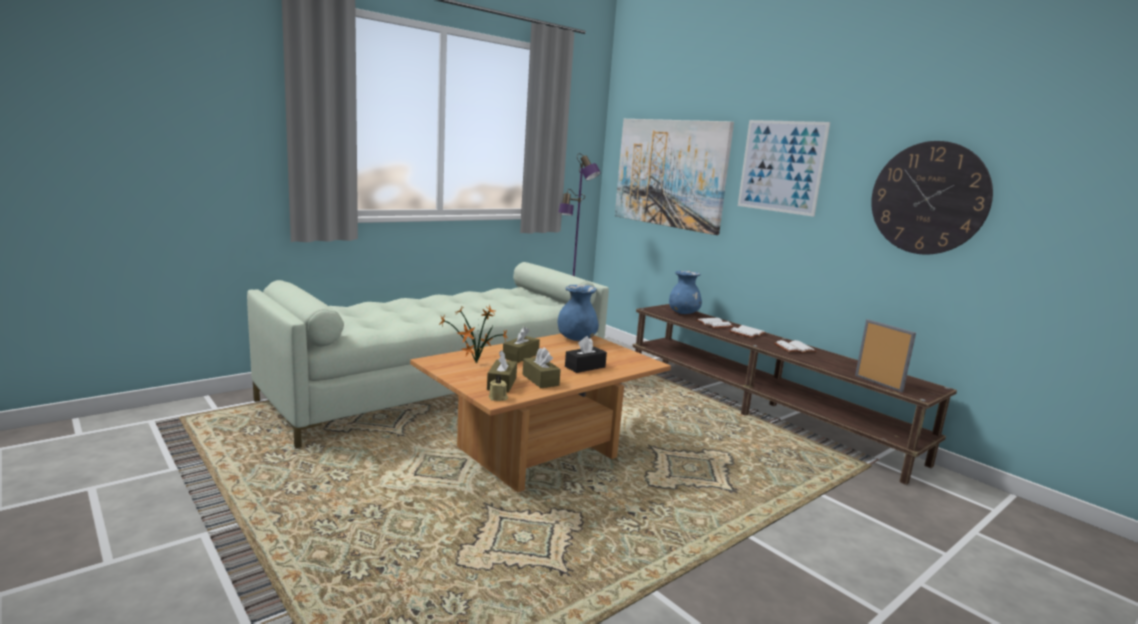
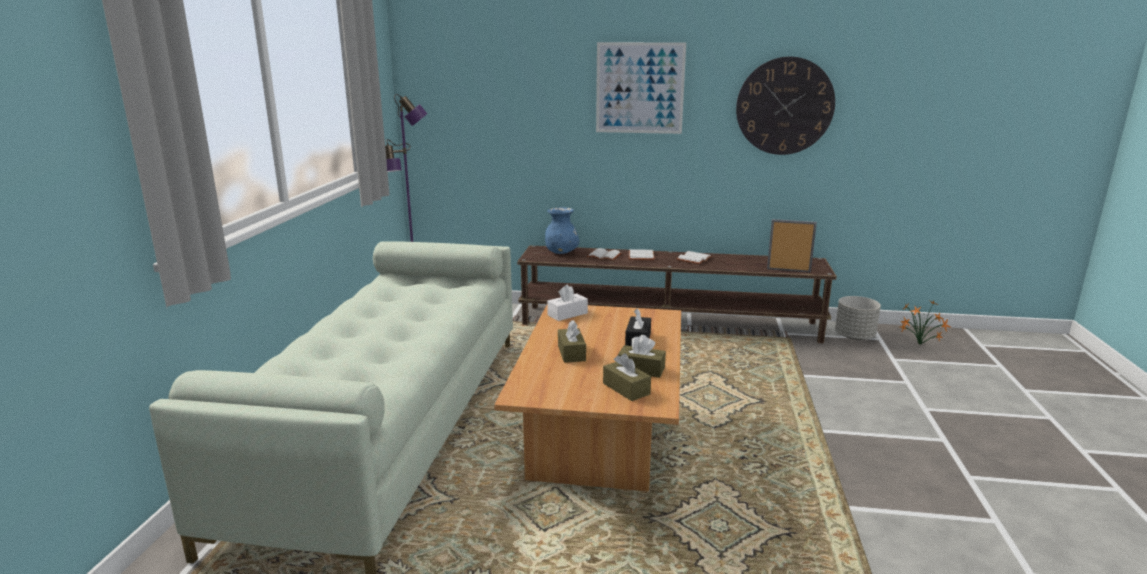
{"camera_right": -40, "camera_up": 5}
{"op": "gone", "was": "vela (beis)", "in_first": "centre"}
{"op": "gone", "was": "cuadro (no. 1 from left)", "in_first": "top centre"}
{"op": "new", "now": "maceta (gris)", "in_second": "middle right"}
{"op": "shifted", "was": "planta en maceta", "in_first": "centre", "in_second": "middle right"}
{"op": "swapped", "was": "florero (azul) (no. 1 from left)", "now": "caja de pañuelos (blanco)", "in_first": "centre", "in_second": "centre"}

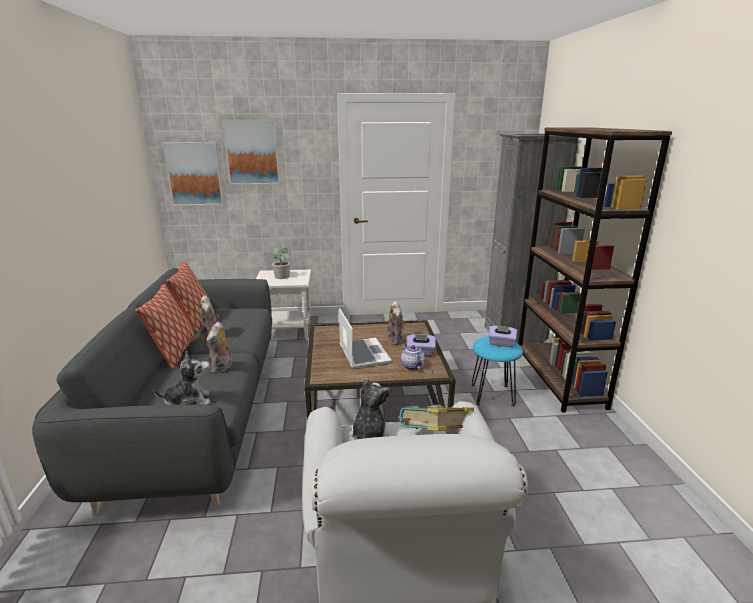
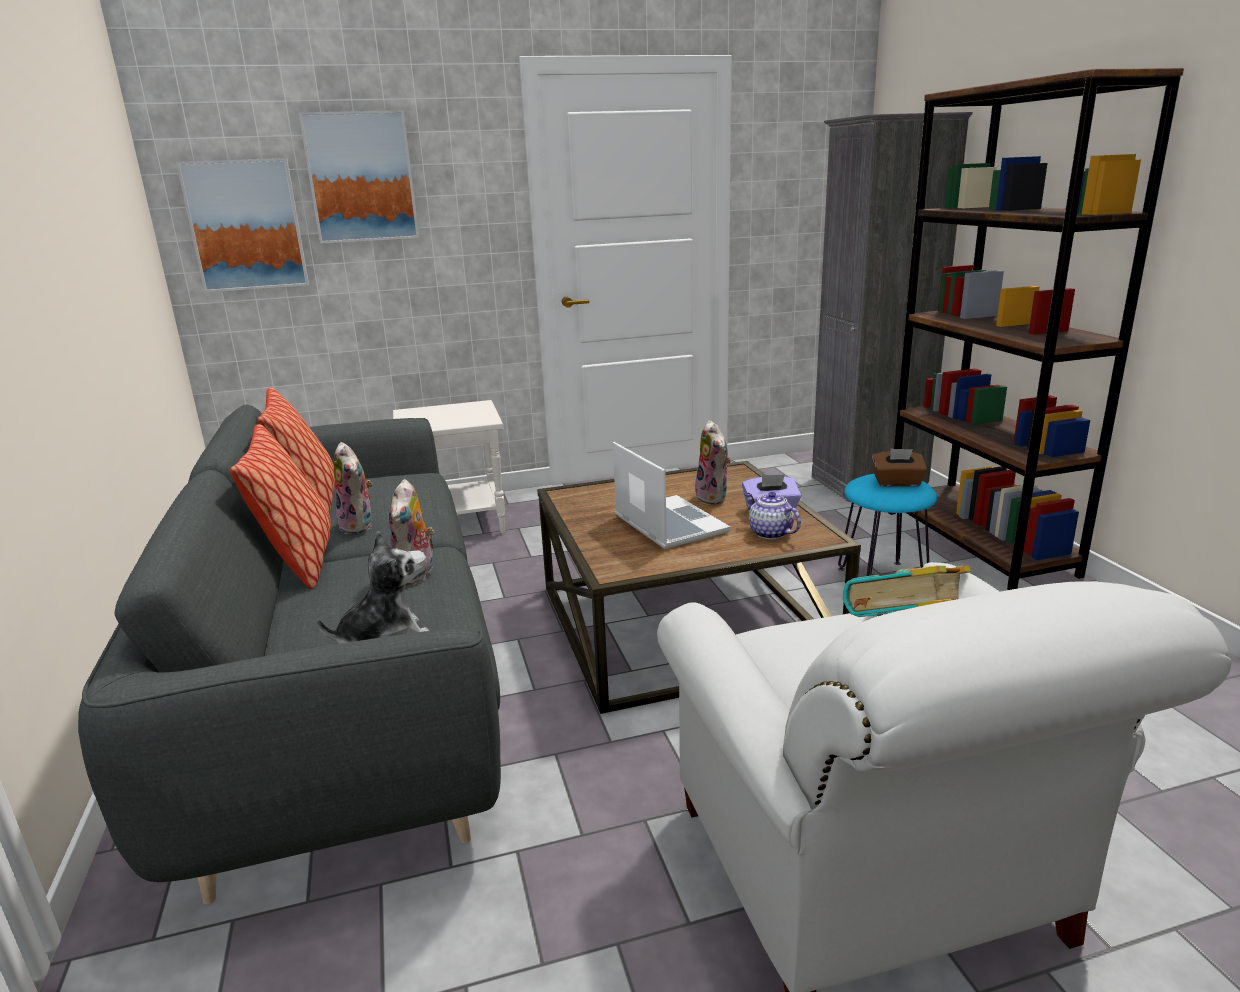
{"camera_right": -10, "camera_up": 0}
{"op": "gone", "was": "planta en maceta", "in_first": "centre"}
{"op": "gone", "was": "peluche (no. 4 from left)", "in_first": "bottom centre"}
{"op": "repainted", "was": "caja de pañuelos (morado) (no. 2 from left)", "now": "caja de pañuelos (marrón)", "in_first": "middle right", "in_second": "middle right"}

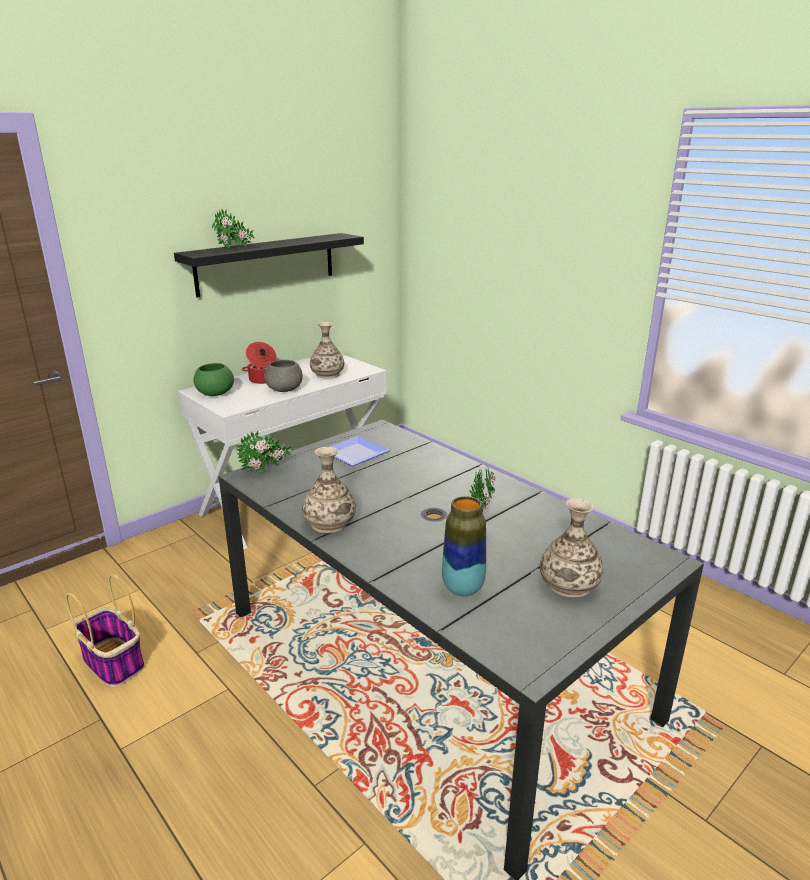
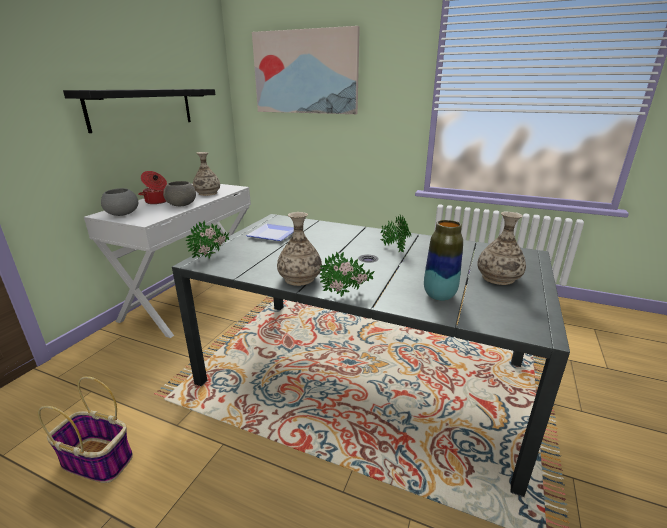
{"camera_right": -25, "camera_up": 0}
{"op": "new", "now": "cuadro", "in_second": "top centre"}
{"op": "shifted", "was": "planta en maceta (no. 1 from left in the first image)", "now": "planta en maceta (no. 2 from left)", "in_first": "top left", "in_second": "centre"}
{"op": "repainted", "was": "cuenco (verde)", "now": "cuenco (gris) (no. 1 from left)", "in_first": "middle left", "in_second": "middle left"}

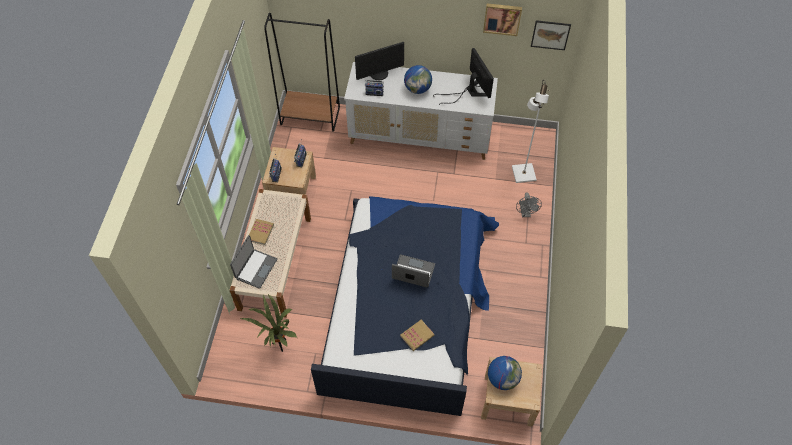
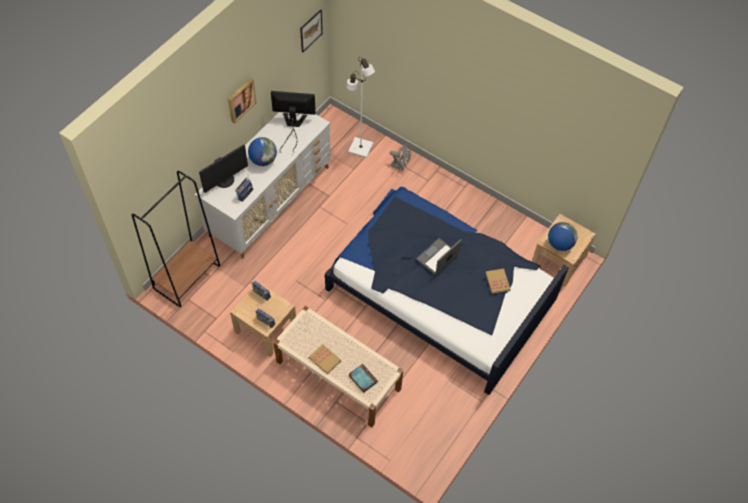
{"camera_right": -65, "camera_up": 0}
{"op": "gone", "was": "planta en maceta", "in_first": "bottom centre"}
{"op": "shifted", "was": "cuadro (no. 1 from left)", "in_first": "top centre", "in_second": "top left"}
{"op": "swapped", "was": "portátil (no. 1 from left)", "now": "libro (no. 2 from left)", "in_first": "middle left", "in_second": "bottom centre"}
{"op": "rotated", "was": "monitor (no. 1 from left)", "in_first": "top centre", "in_second": "middle left", "clockwise": 45}

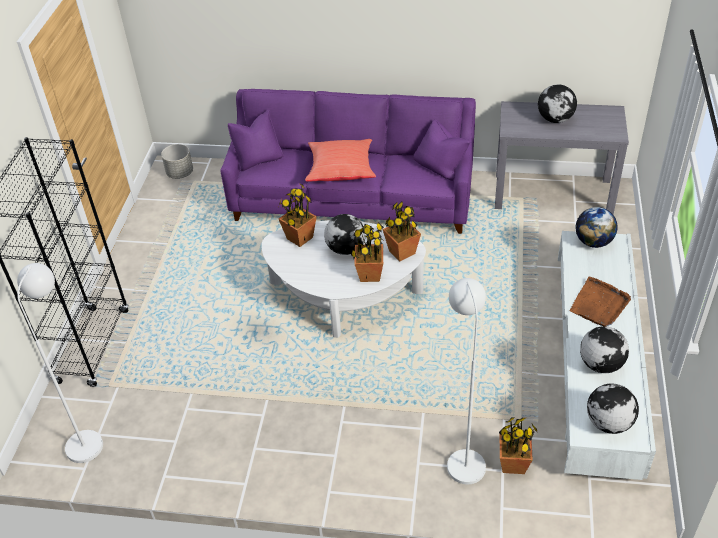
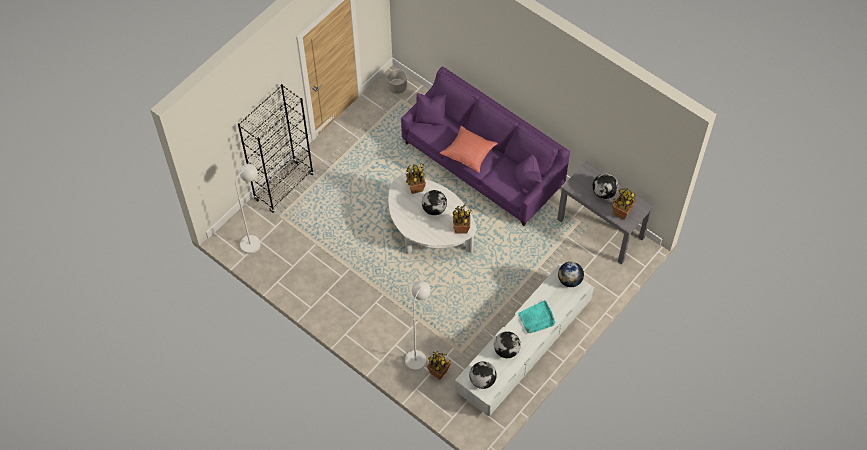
{"camera_right": 30, "camera_up": 15}
{"op": "shifted", "was": "planta en maceta (no. 2 from left in the first image)", "now": "planta en maceta (no. 4 from left)", "in_first": "centre", "in_second": "middle right"}
{"op": "repainted", "was": "bandeja (marrón)", "now": "bandeja (turquesa)", "in_first": "middle right", "in_second": "bottom centre"}

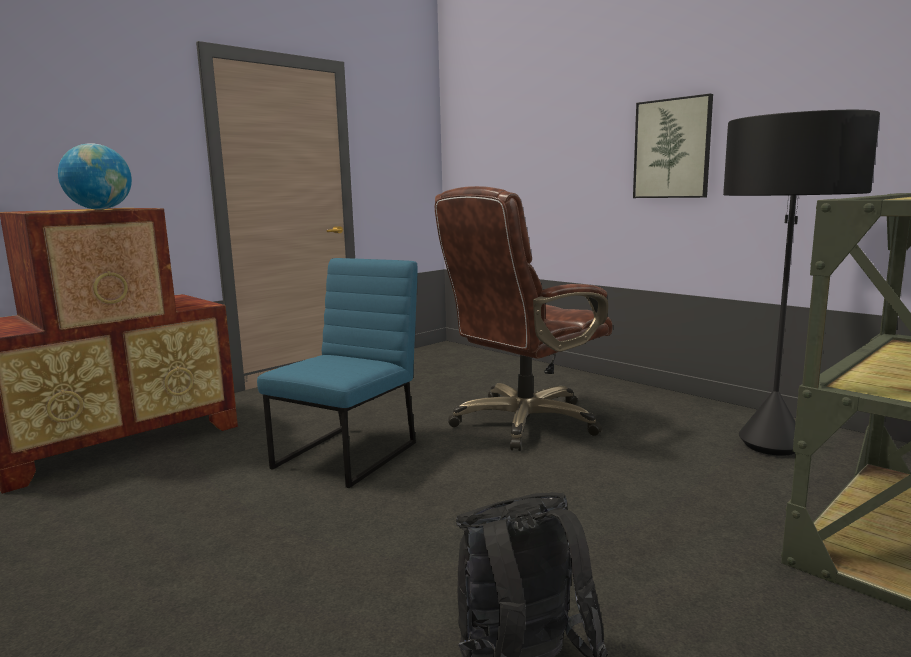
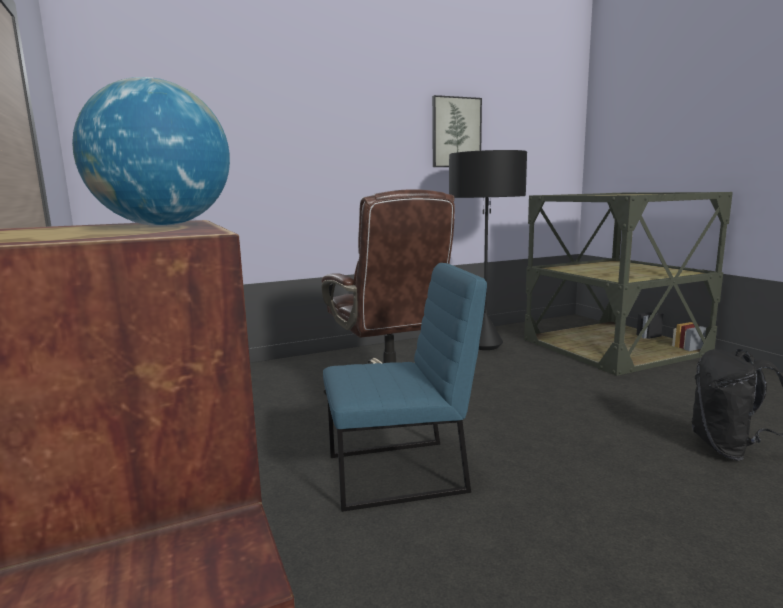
{"camera_right": -70, "camera_up": 0}
{"op": "shifted", "was": "cuadro", "in_first": "top right", "in_second": "top centre"}
{"op": "rotated", "was": "silla (azul)", "in_first": "centre", "in_second": "centre", "clockwise": 120}

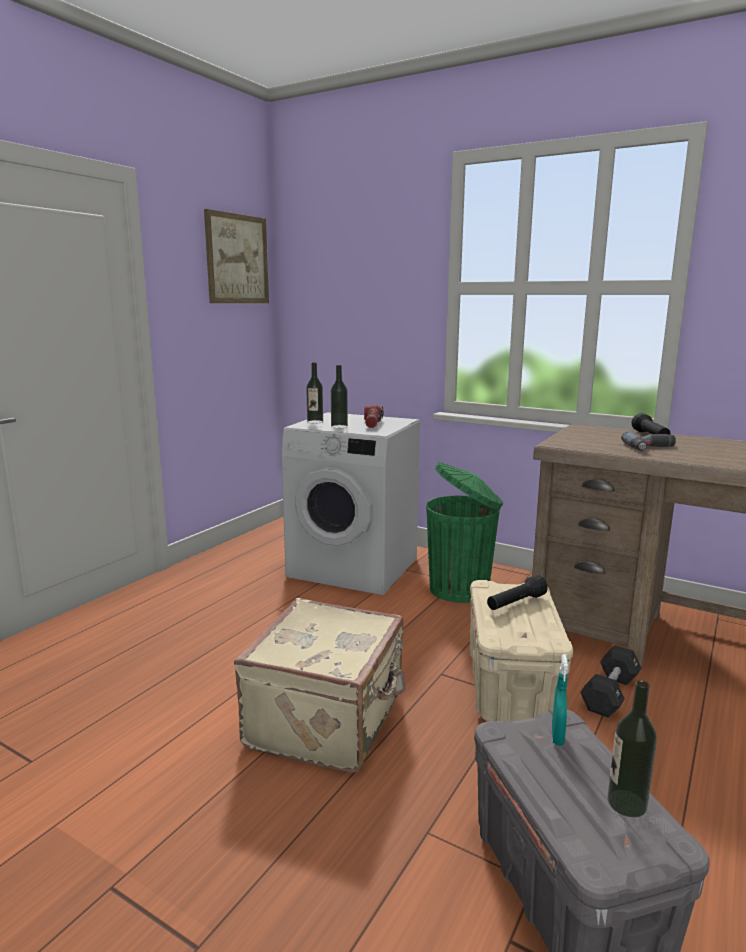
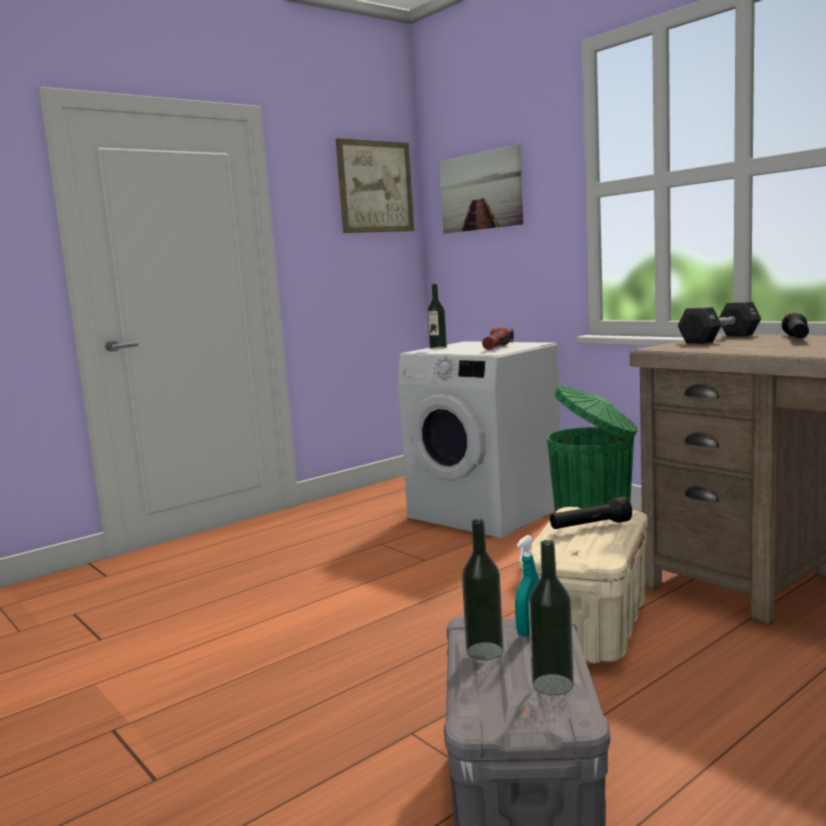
{"camera_right": 20, "camera_up": -5}
{"op": "gone", "was": "maleta (beis)", "in_first": "bottom centre"}
{"op": "gone", "was": "taladro", "in_first": "middle right"}
{"op": "new", "now": "cuadro (no. 2 from left)", "in_second": "top centre"}
{"op": "shifted", "was": "botella (no. 2 from left)", "in_first": "centre", "in_second": "bottom centre"}
{"op": "shifted", "was": "mancuerna (negro)", "in_first": "bottom right", "in_second": "middle right"}

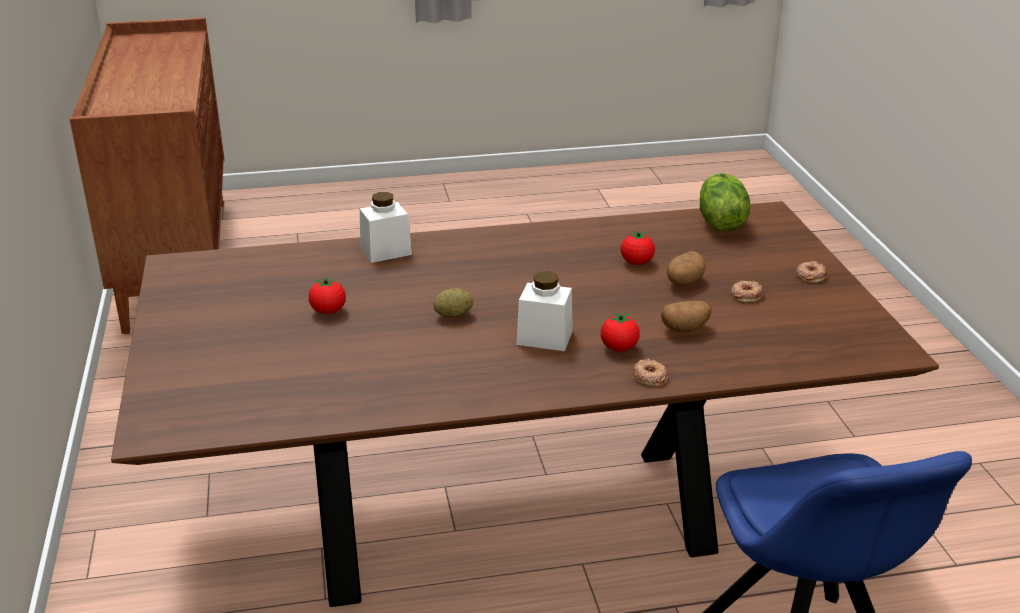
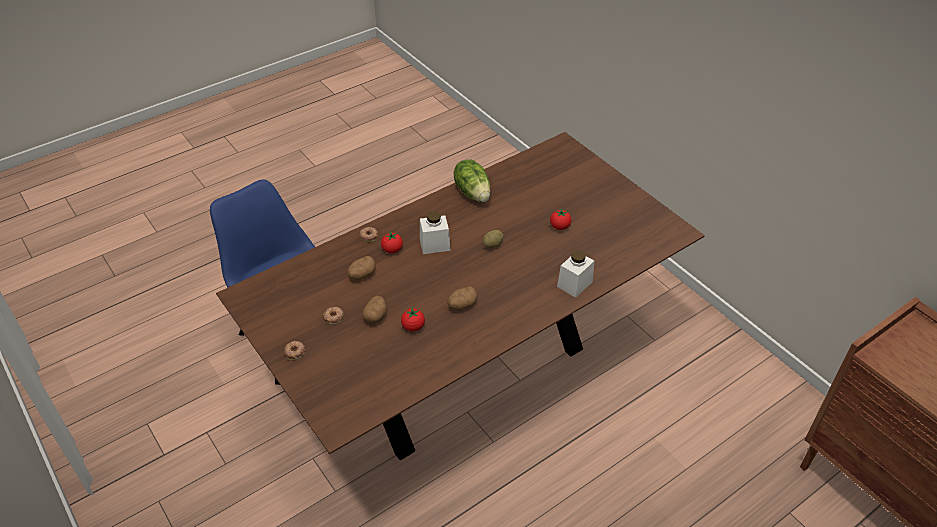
{"camera_right": 155, "camera_up": 15}
{"op": "new", "now": "patata (no. 3 from left)", "in_second": "centre"}
{"op": "shifted", "was": "lechuga", "in_first": "top right", "in_second": "centre"}

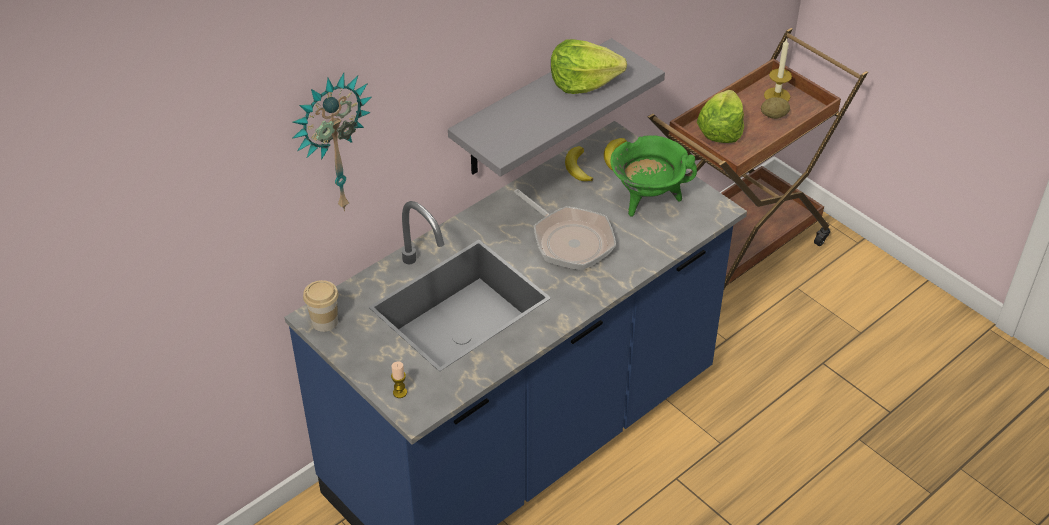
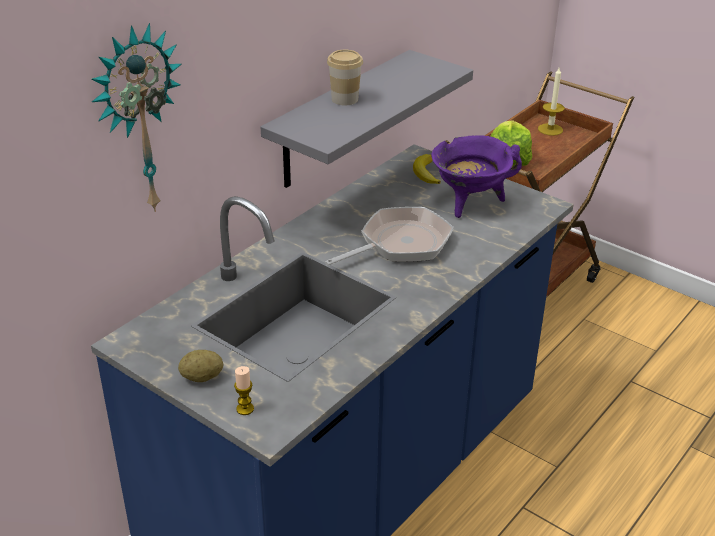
{"camera_right": -10, "camera_up": -10}
{"op": "gone", "was": "lechuga (no. 1 from left)", "in_first": "top centre"}
{"op": "gone", "was": "plátano (no. 1 from left)", "in_first": "top centre"}
{"op": "shifted", "was": "taza", "in_first": "middle left", "in_second": "top centre"}
{"op": "shifted", "was": "patata", "in_first": "top right", "in_second": "bottom left"}
{"op": "repainted", "was": "olla (verde)", "now": "olla (morado)", "in_first": "centre", "in_second": "top centre"}
{"op": "rotated", "was": "sartén", "in_first": "centre", "in_second": "centre", "clockwise": -75}

